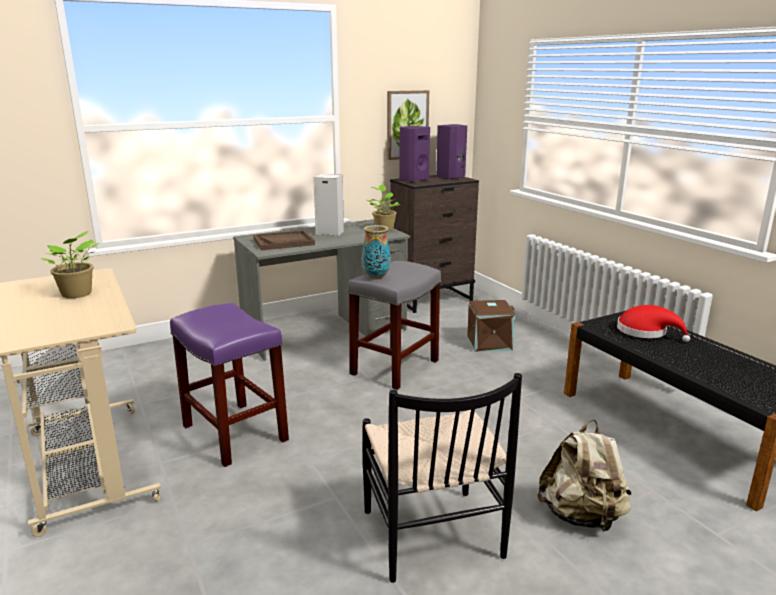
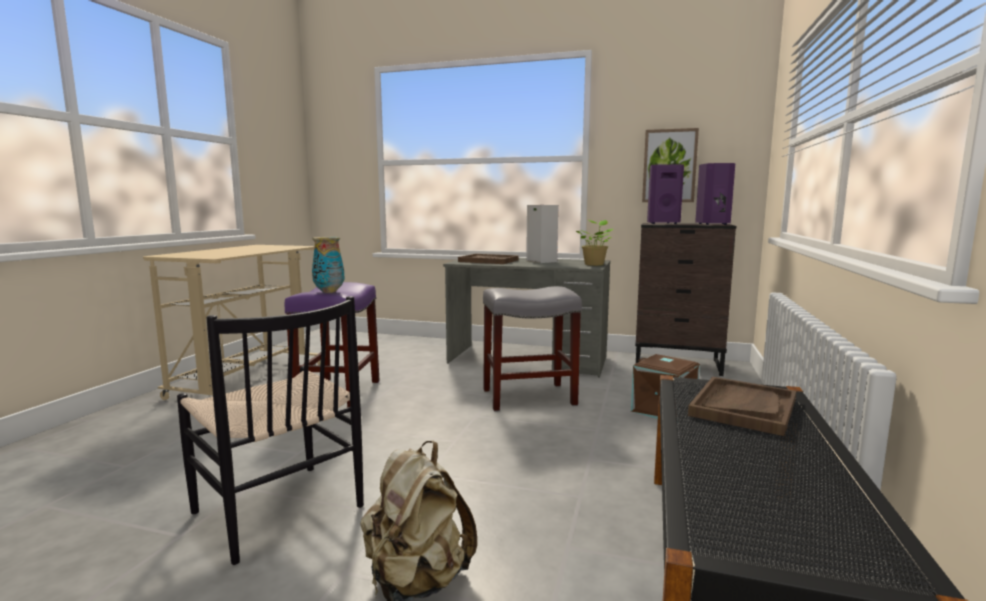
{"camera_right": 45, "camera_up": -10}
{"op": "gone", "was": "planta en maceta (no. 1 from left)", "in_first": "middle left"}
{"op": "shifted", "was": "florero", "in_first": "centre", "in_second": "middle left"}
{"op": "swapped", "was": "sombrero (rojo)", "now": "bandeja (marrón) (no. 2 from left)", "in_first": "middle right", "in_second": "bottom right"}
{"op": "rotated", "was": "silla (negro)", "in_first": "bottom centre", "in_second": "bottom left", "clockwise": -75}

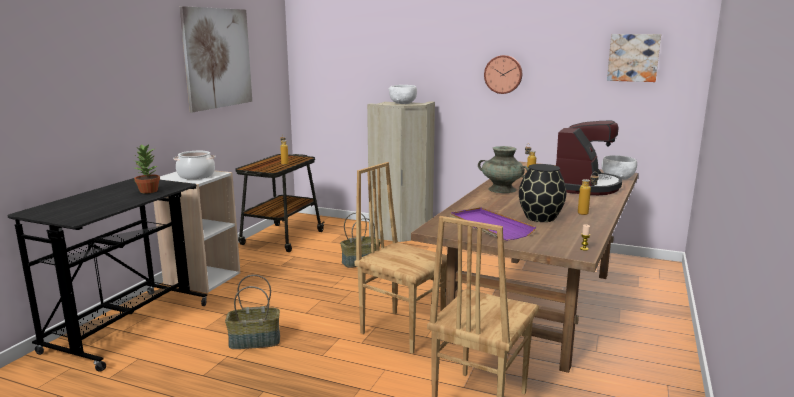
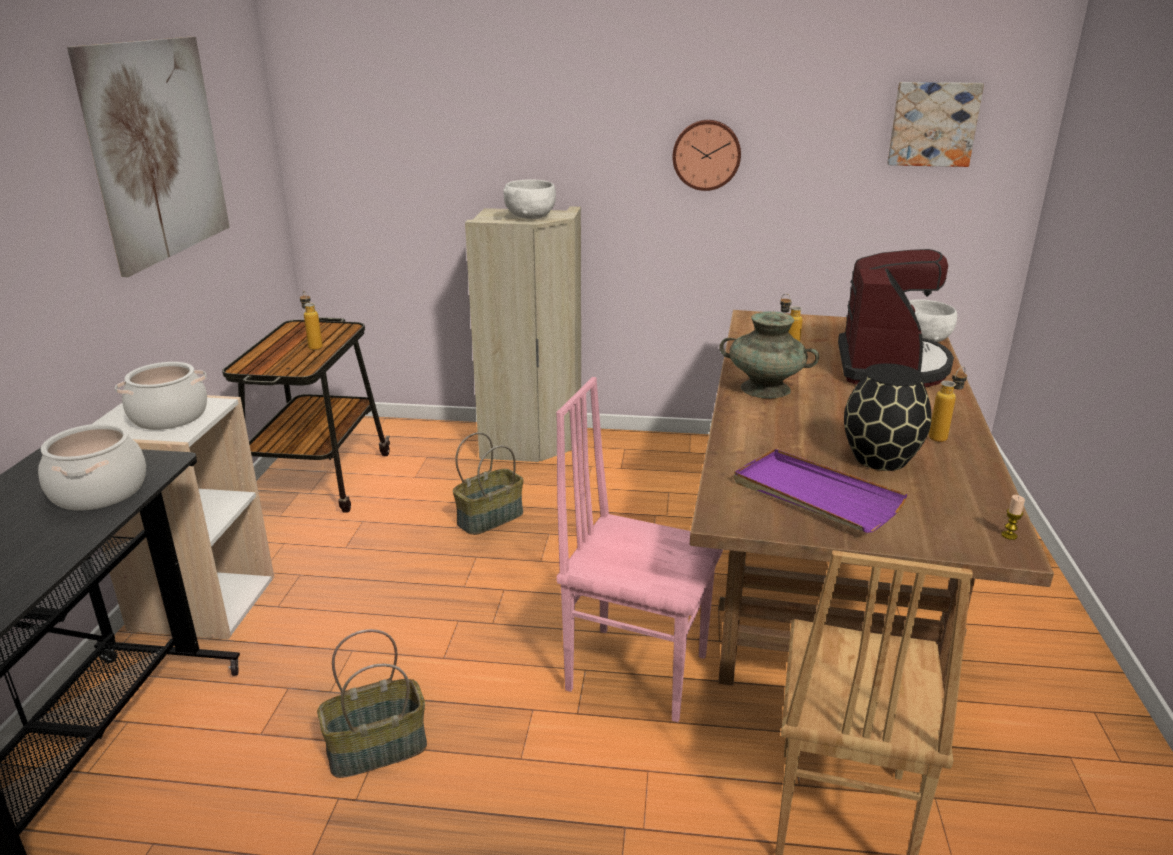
{"camera_right": -15, "camera_up": 10}
{"op": "swapped", "was": "planta en maceta", "now": "olla (no. 1 from left)", "in_first": "middle left", "in_second": "middle left"}
{"op": "repainted", "was": "silla (marrón) (no. 1 from left)", "now": "silla (rosa)", "in_first": "centre", "in_second": "centre"}

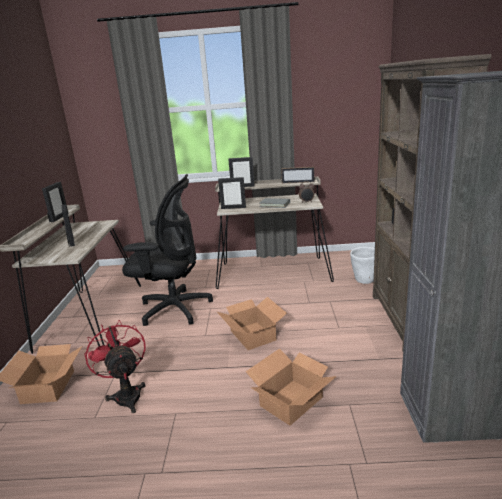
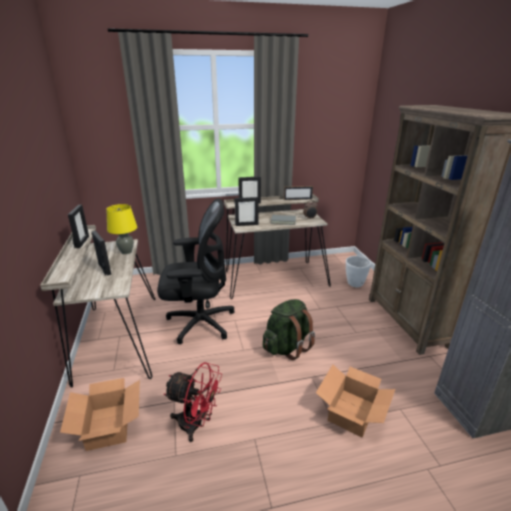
{"camera_right": -15, "camera_up": 5}
{"op": "new", "now": "lámpara de mesa (amarillo)", "in_second": "middle left"}
{"op": "swapped", "was": "caja de cartón (no. 2 from left)", "now": "mochila (verde)", "in_first": "centre", "in_second": "centre"}
{"op": "rotated", "was": "ventilador (rojo)", "in_first": "bottom left", "in_second": "bottom centre", "clockwise": 150}

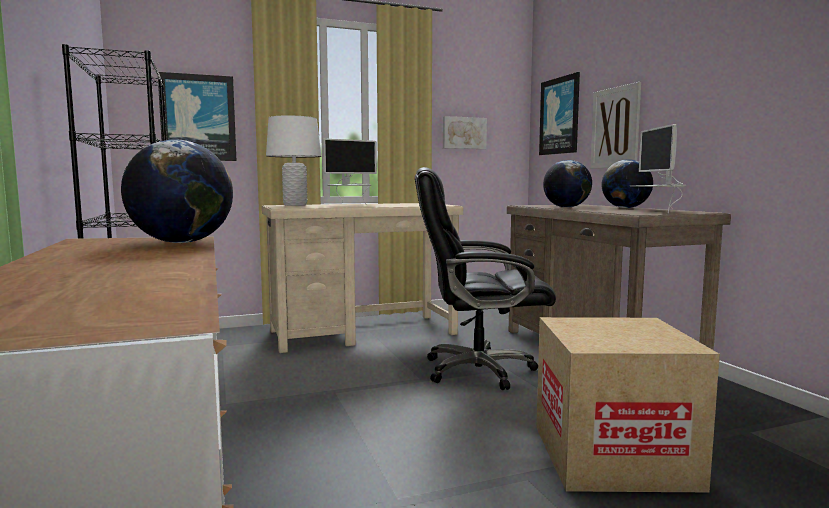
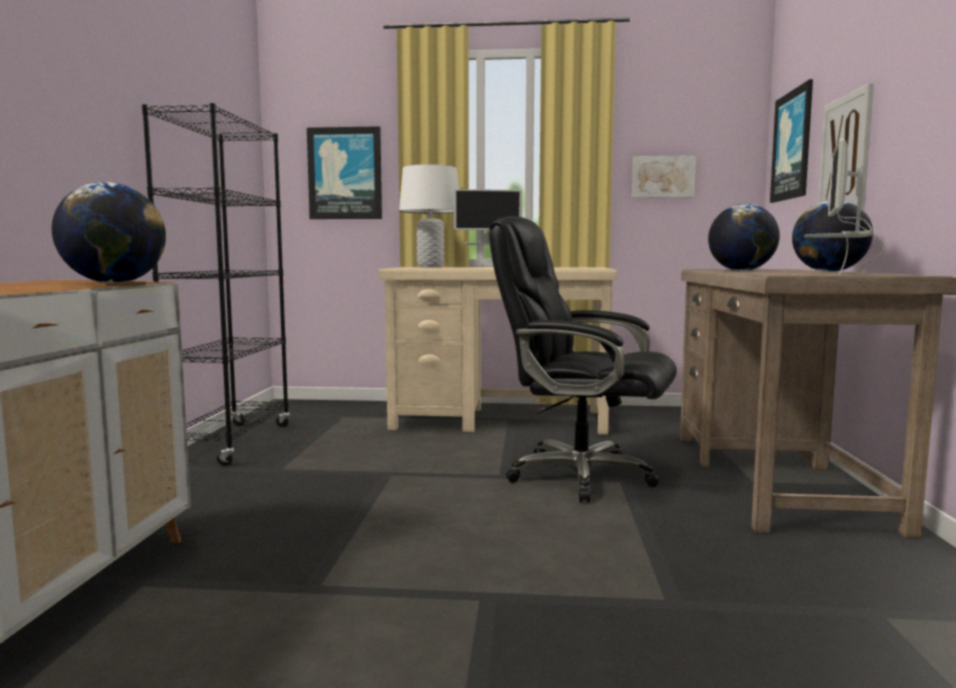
{"camera_right": 25, "camera_up": 0}
{"op": "gone", "was": "caja de cartón", "in_first": "bottom right"}

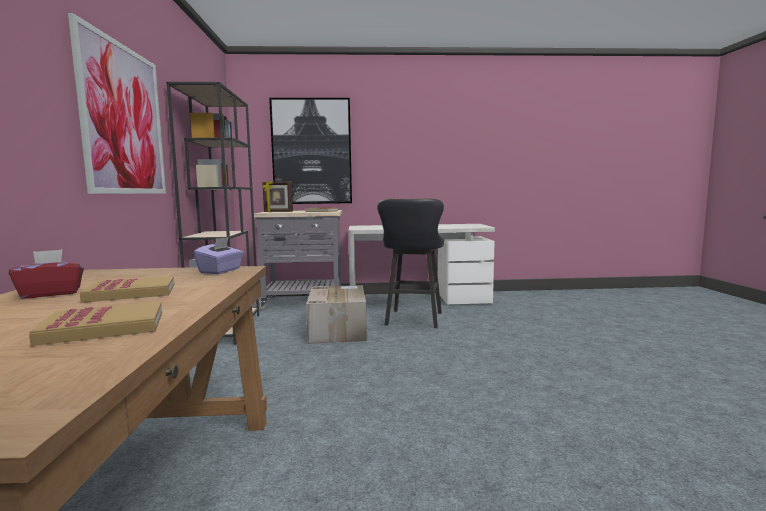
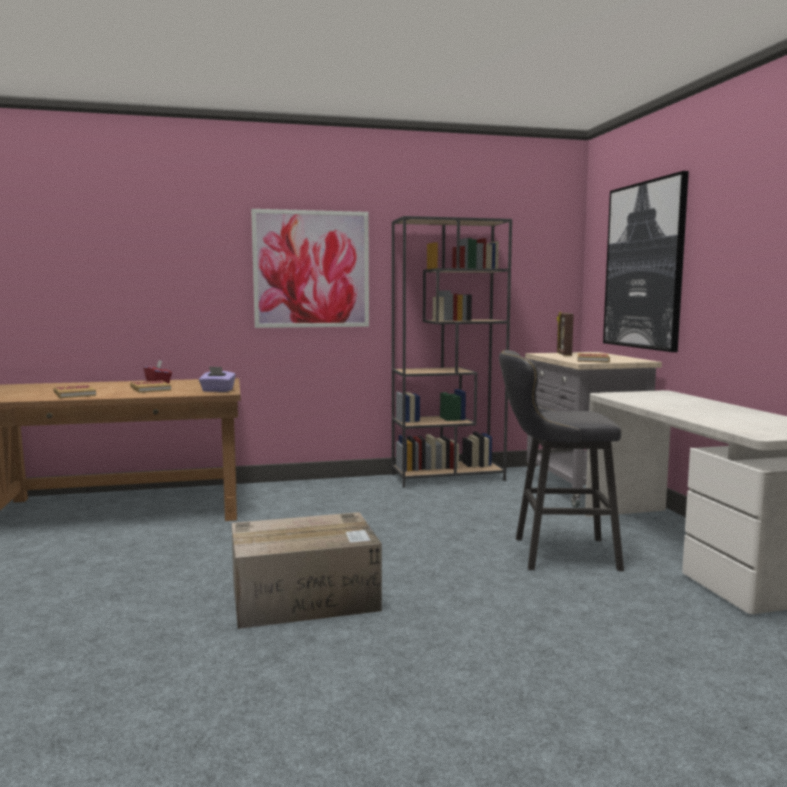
{"camera_right": 80, "camera_up": 0}
{"op": "shifted", "was": "caja de cartón", "in_first": "centre", "in_second": "bottom centre"}

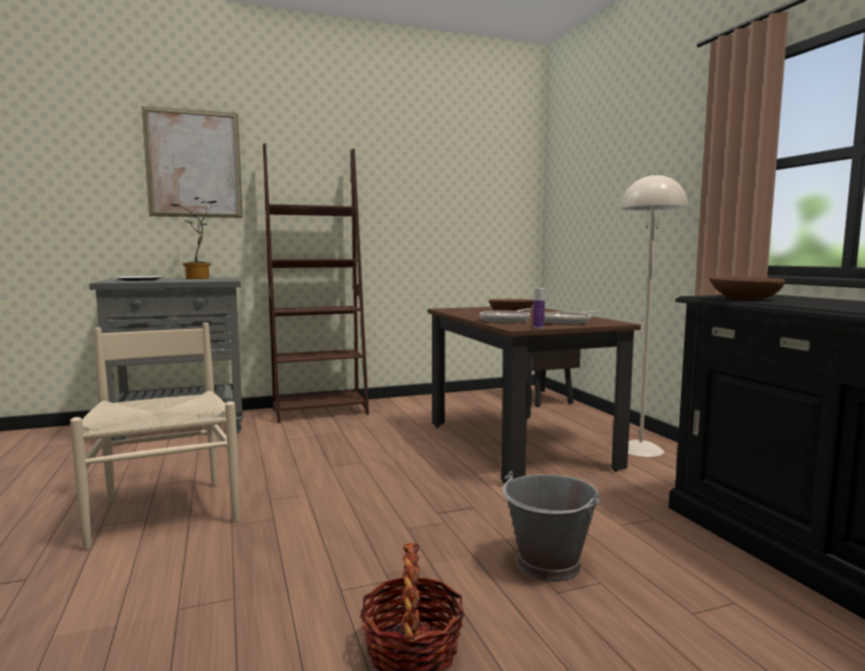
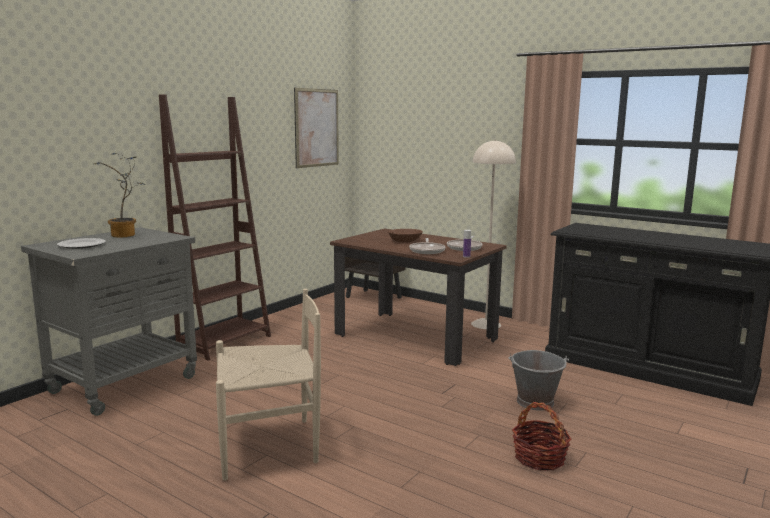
{"camera_right": -35, "camera_up": 5}
{"op": "gone", "was": "cuenco (marrón) (no. 2 from left)", "in_first": "middle right"}
{"op": "shifted", "was": "cuadro", "in_first": "top left", "in_second": "top centre"}
{"op": "rotated", "was": "silla (beis)", "in_first": "middle left", "in_second": "bottom centre", "clockwise": 135}

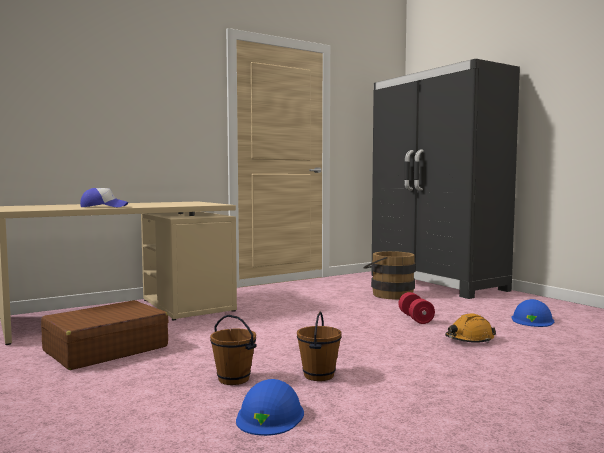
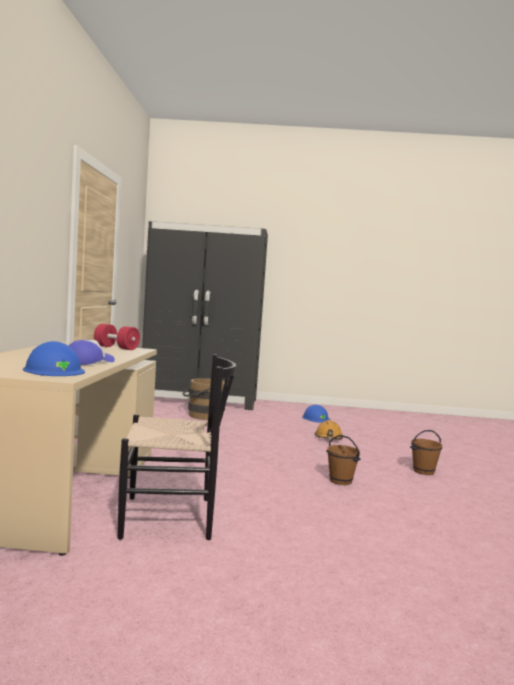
{"camera_right": -55, "camera_up": 0}
{"op": "shifted", "was": "cubo (marrón) (no. 1 from left in the first image)", "now": "cubo (marrón) (no. 3 from left)", "in_first": "bottom centre", "in_second": "middle right"}
{"op": "shifted", "was": "casco (azul) (no. 1 from left)", "in_first": "bottom centre", "in_second": "middle left"}
{"op": "shifted", "was": "mancuerna (rojo)", "in_first": "bottom right", "in_second": "middle left"}
{"op": "swapped", "was": "maleta (marrón)", "now": "silla (negro)", "in_first": "bottom left", "in_second": "centre"}

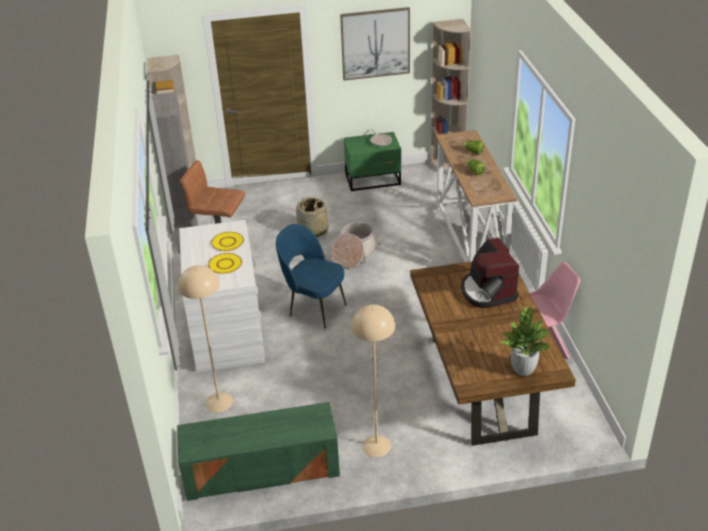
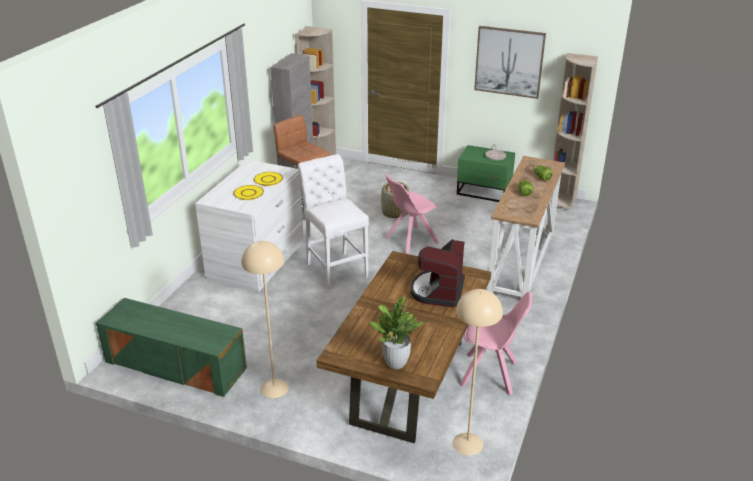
{"camera_right": 30, "camera_up": -5}
{"op": "shifted", "was": "lámpara de pie (beis) (no. 1 from left in the first image)", "now": "lámpara de pie (beis) (no. 2 from left)", "in_first": "middle left", "in_second": "bottom centre"}
{"op": "swapped", "was": "silla (azul)", "now": "taburete (blanco)", "in_first": "centre", "in_second": "centre"}
{"op": "swapped", "was": "cesta (no. 2 from left)", "now": "silla (rosa) (no. 1 from left)", "in_first": "centre", "in_second": "centre"}

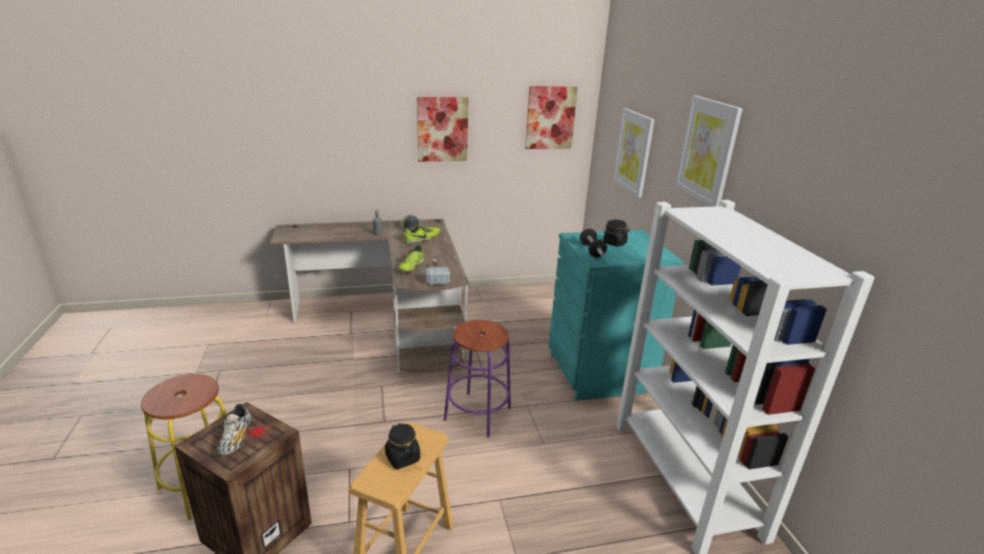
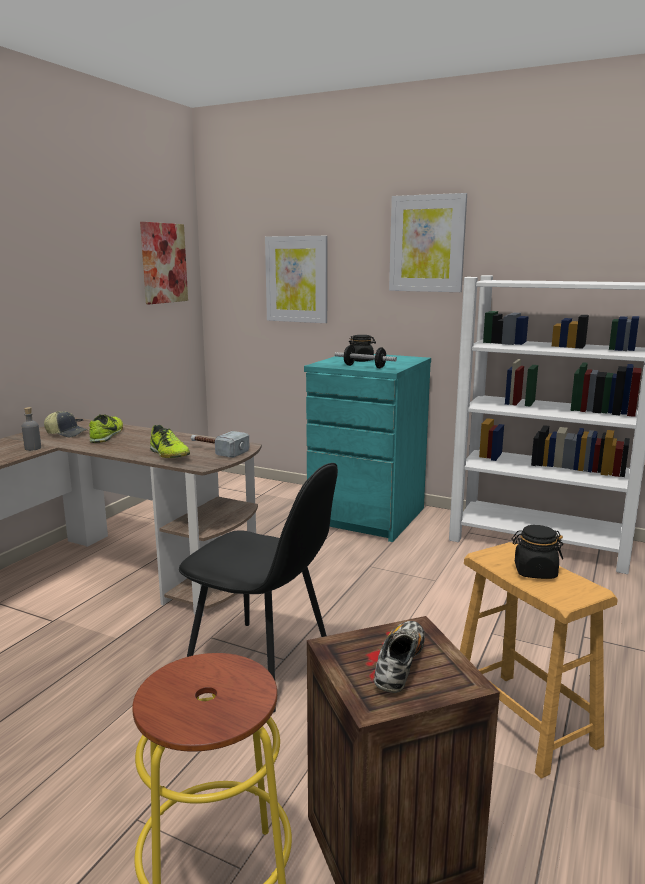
{"camera_right": -50, "camera_up": -10}
{"op": "gone", "was": "cuadro (no. 1 from left)", "in_first": "top centre"}
{"op": "gone", "was": "taburete (morado)", "in_first": "bottom centre"}
{"op": "new", "now": "silla (negro)", "in_second": "centre"}
{"op": "rotated", "was": "zapato (no. 1 from left in the first image)", "in_first": "bottom left", "in_second": "bottom centre", "clockwise": -105}

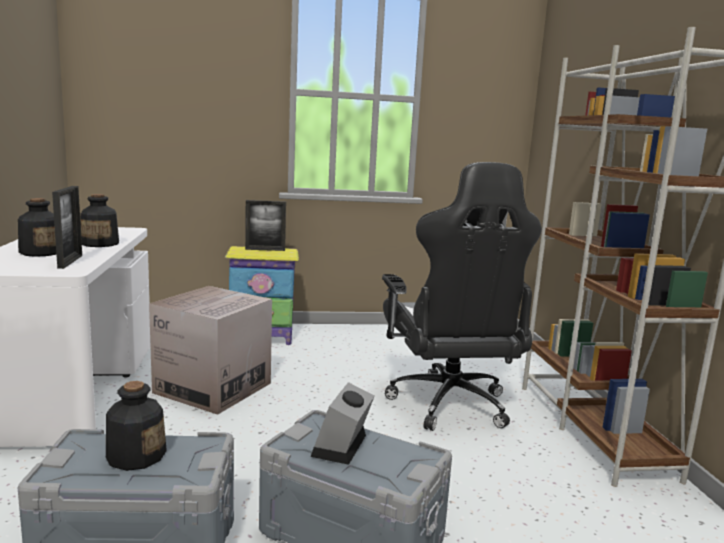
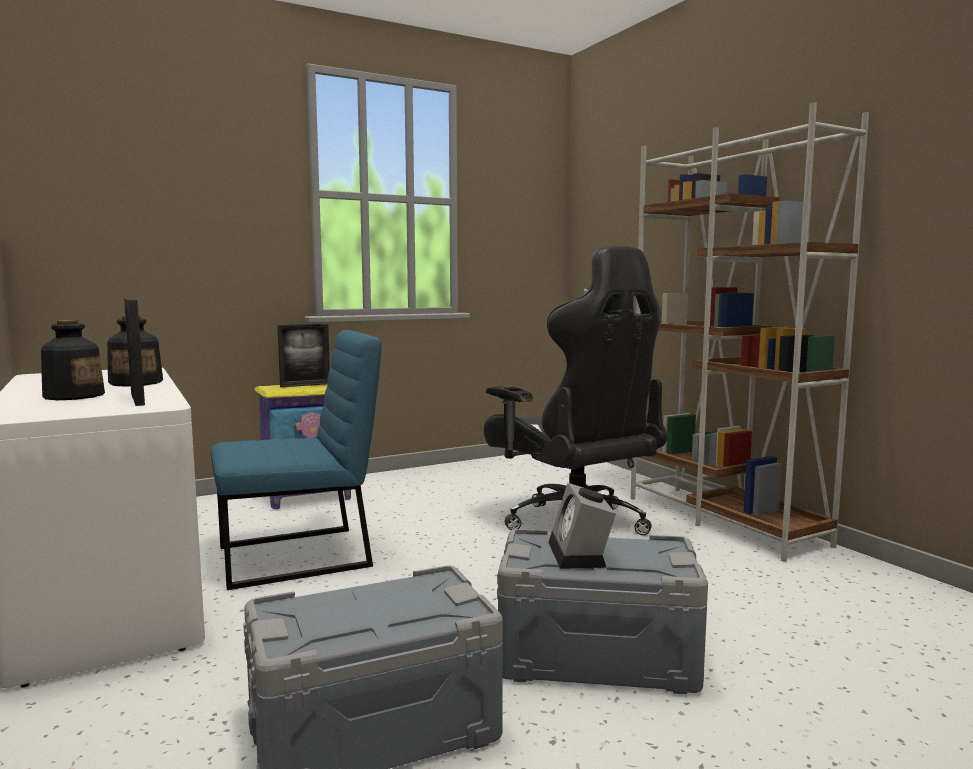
{"camera_right": -20, "camera_up": -5}
{"op": "gone", "was": "botella (no. 3 from left)", "in_first": "bottom left"}
{"op": "swapped", "was": "caja de cartón", "now": "silla (azul)", "in_first": "middle left", "in_second": "middle left"}

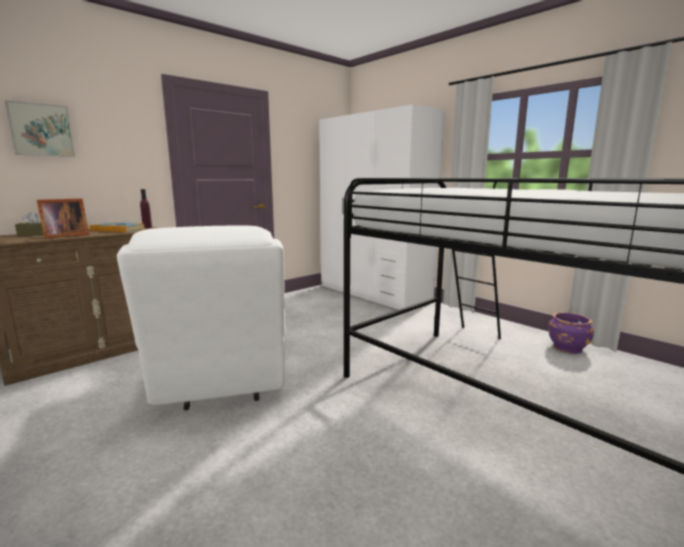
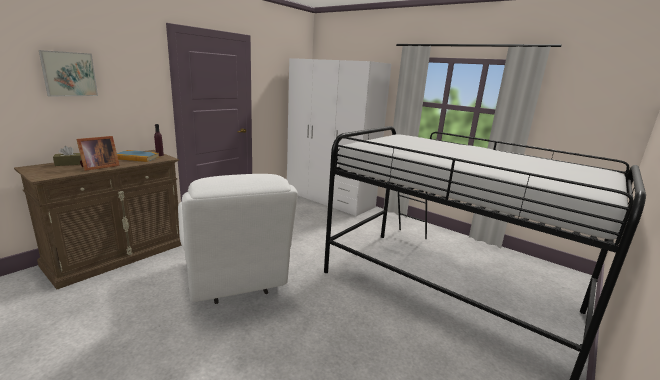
{"camera_right": -10, "camera_up": 5}
{"op": "gone", "was": "maceta (morado)", "in_first": "middle right"}

